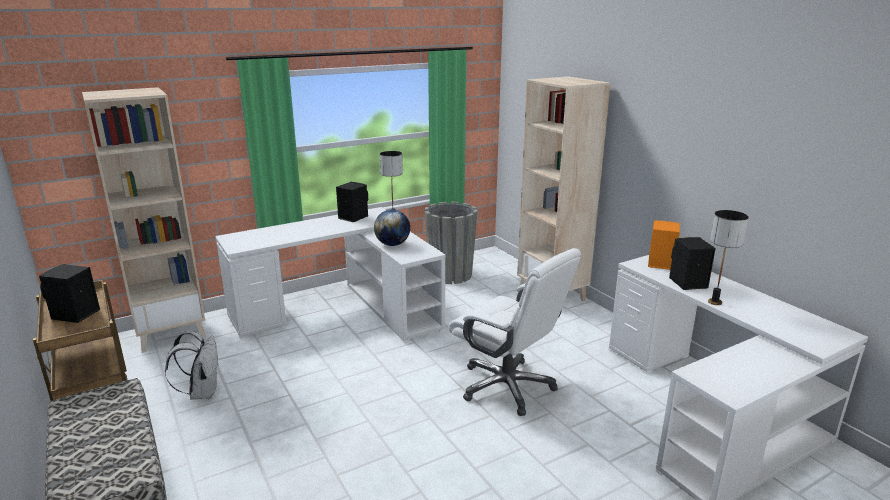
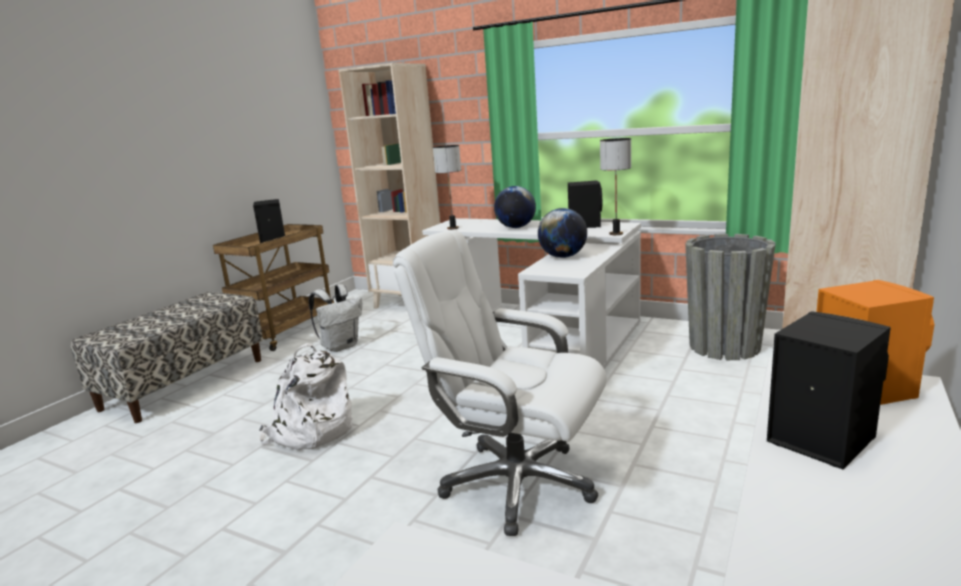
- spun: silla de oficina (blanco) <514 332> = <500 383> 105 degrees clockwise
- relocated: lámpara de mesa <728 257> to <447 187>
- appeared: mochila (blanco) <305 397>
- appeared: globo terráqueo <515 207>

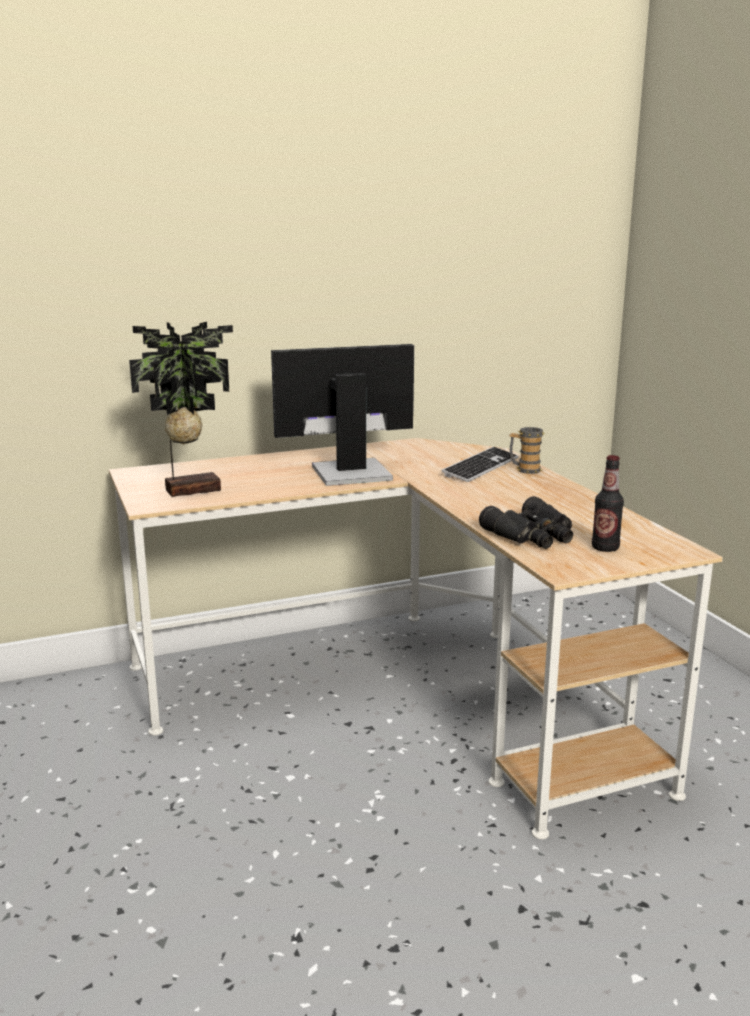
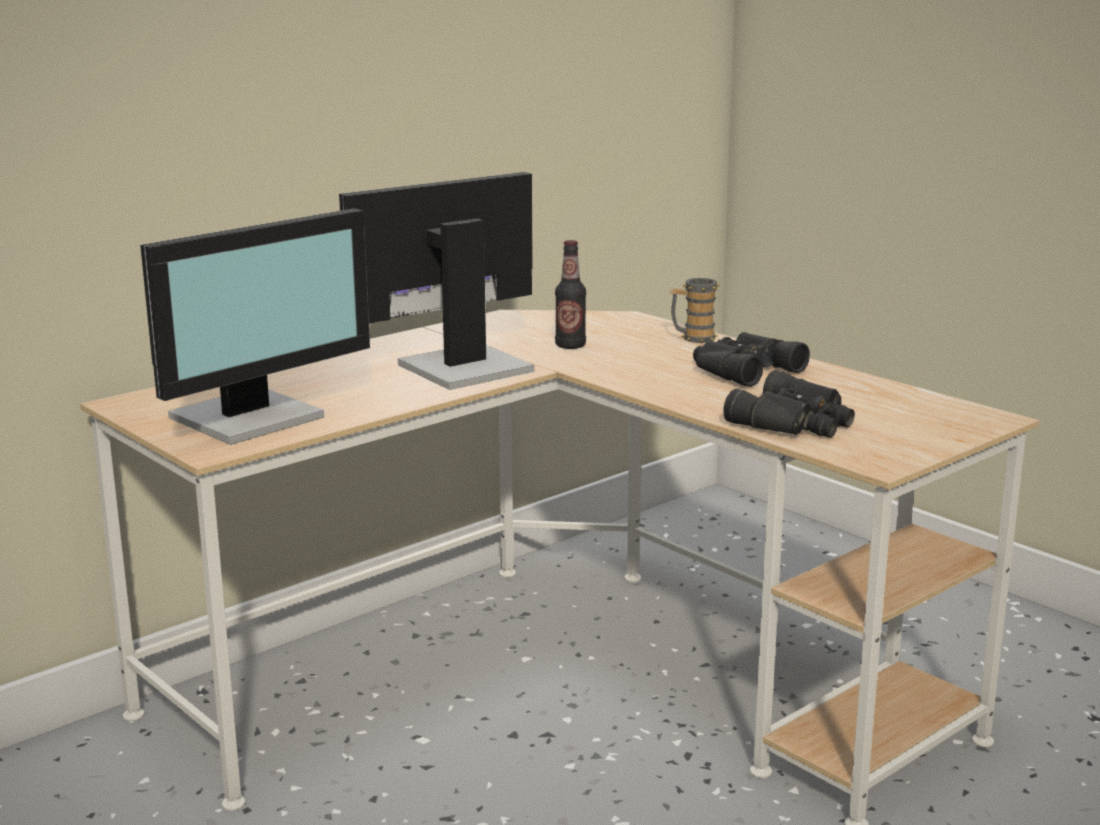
- exchanged: planta en maceta <181 409> to monitor <255 326>
- missing: teclado <480 464>
- relocated: botella <608 503> to <570 294>
- appeared: prismáticos (negro) <751 359>

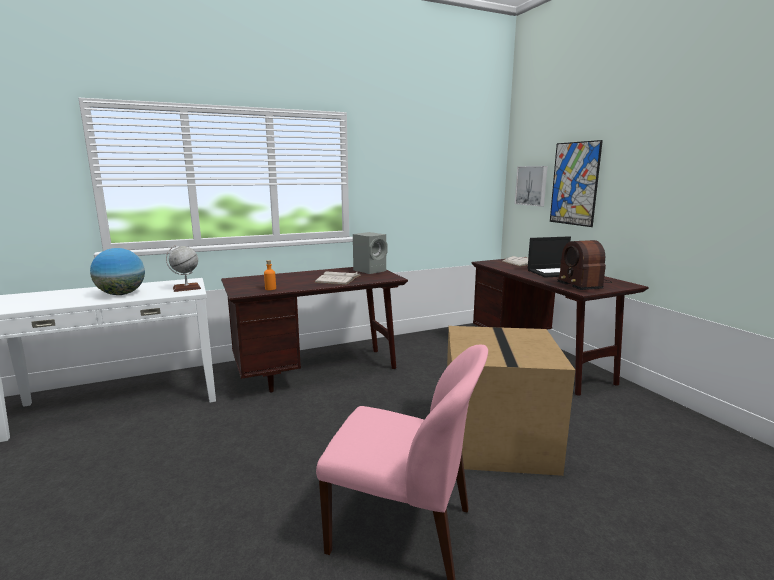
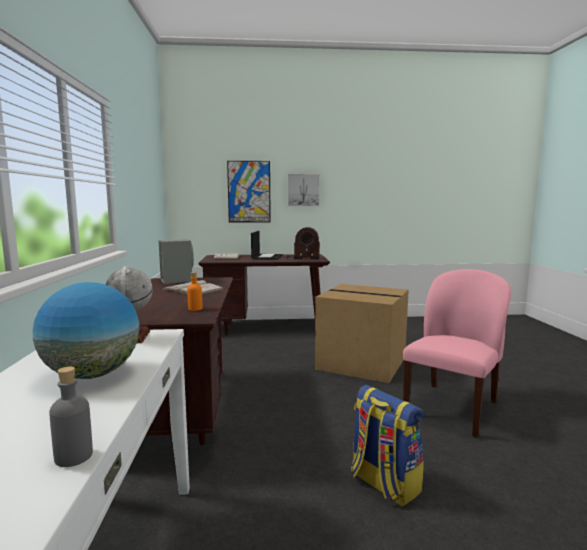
- relocated: cuadro <531 186> to <303 190>
- appeared: botella (gris) <71 417>
- appeared: mochila <387 445>

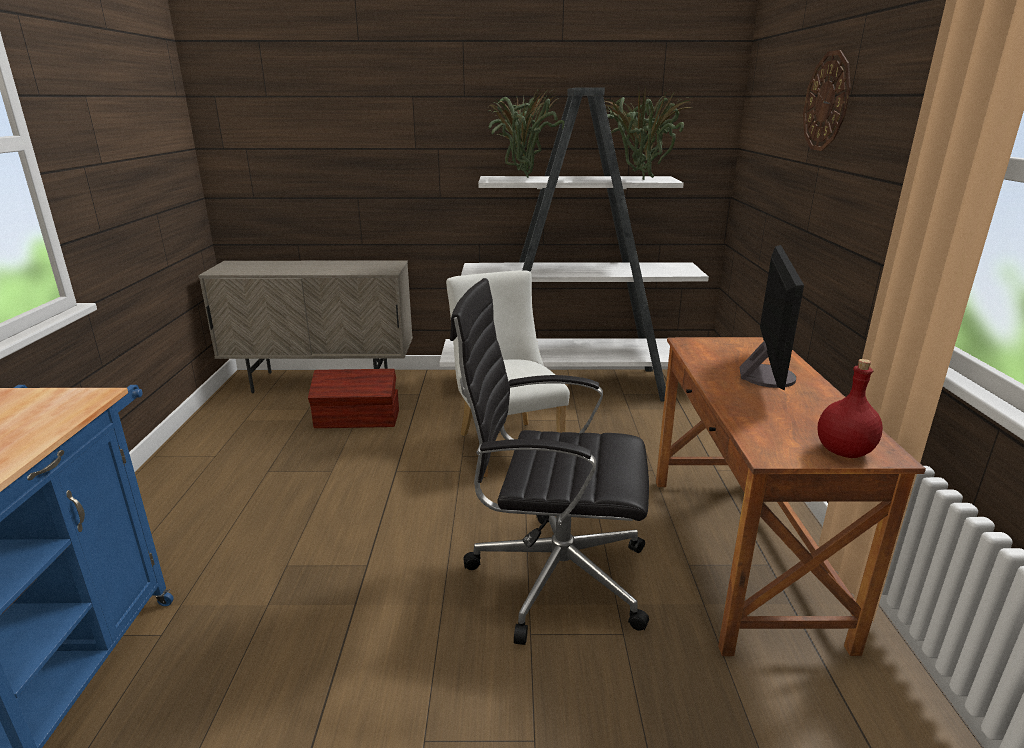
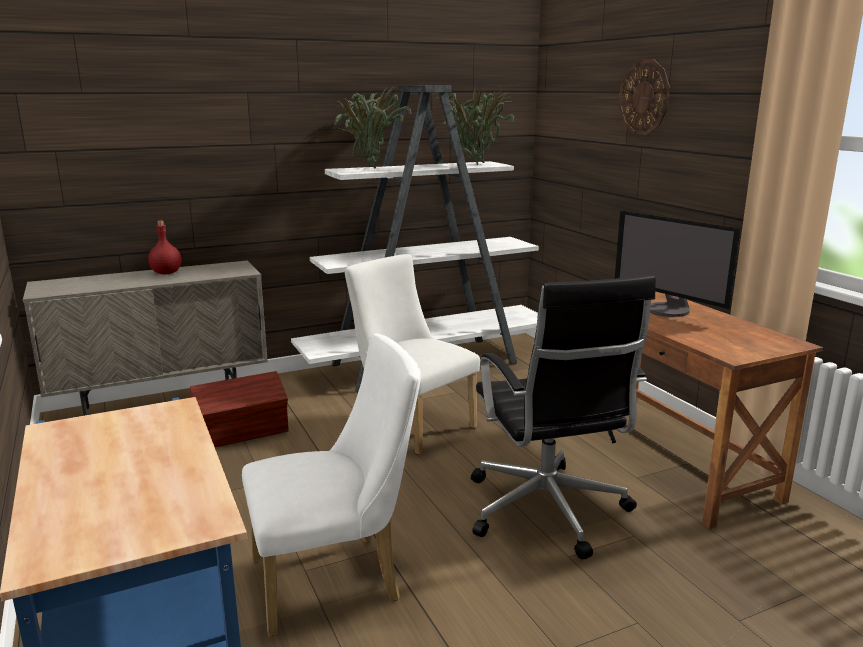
- spun: silla de oficina (negro) <549 461> = <563 417> 90 degrees counterclockwise
- spun: monitor <771 318> = <678 263> 150 degrees clockwise
- relocated: botella (rojo) <850 408> to <164 247>
- appeared: silla (blanco) <331 484>

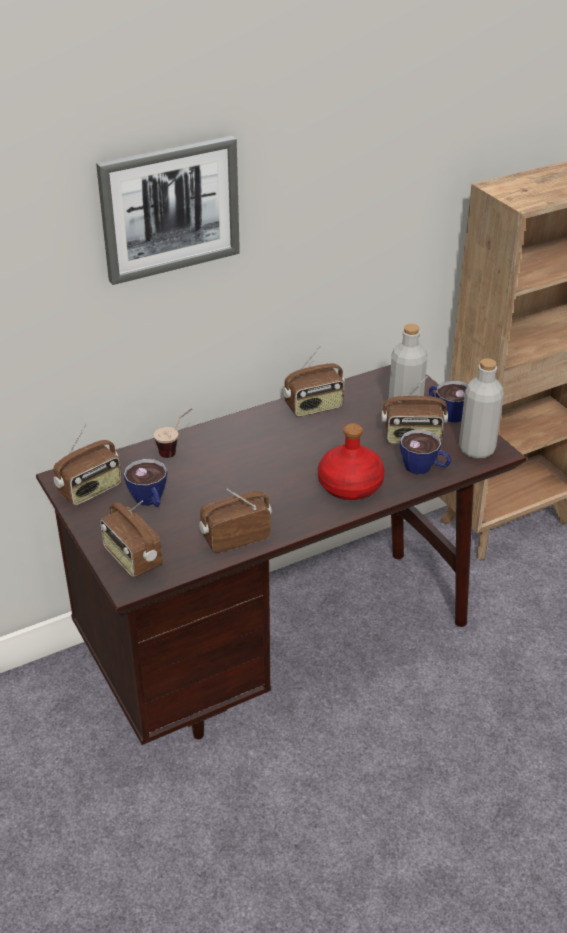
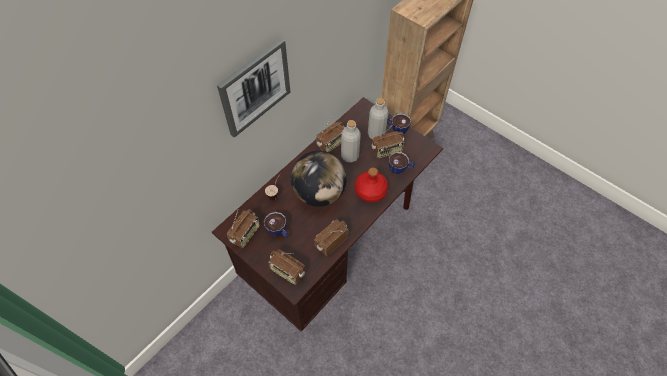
- relocated: botella (gris) <481 408> to <351 141>
- appeared: globo terráqueo <319 179>

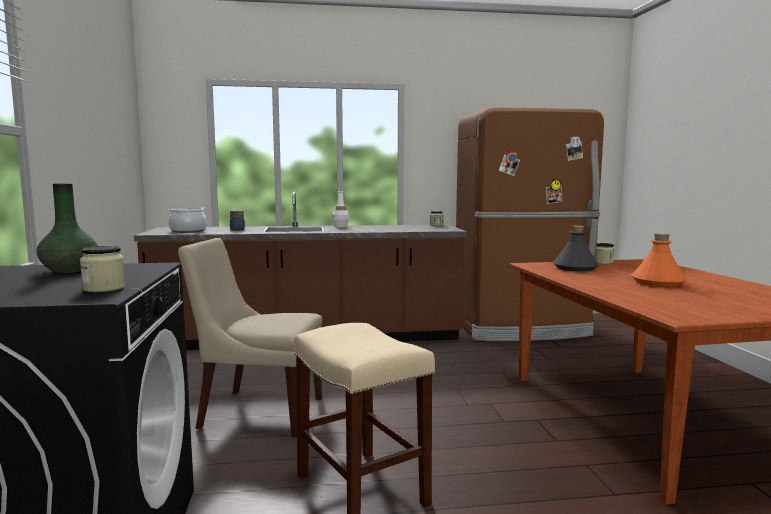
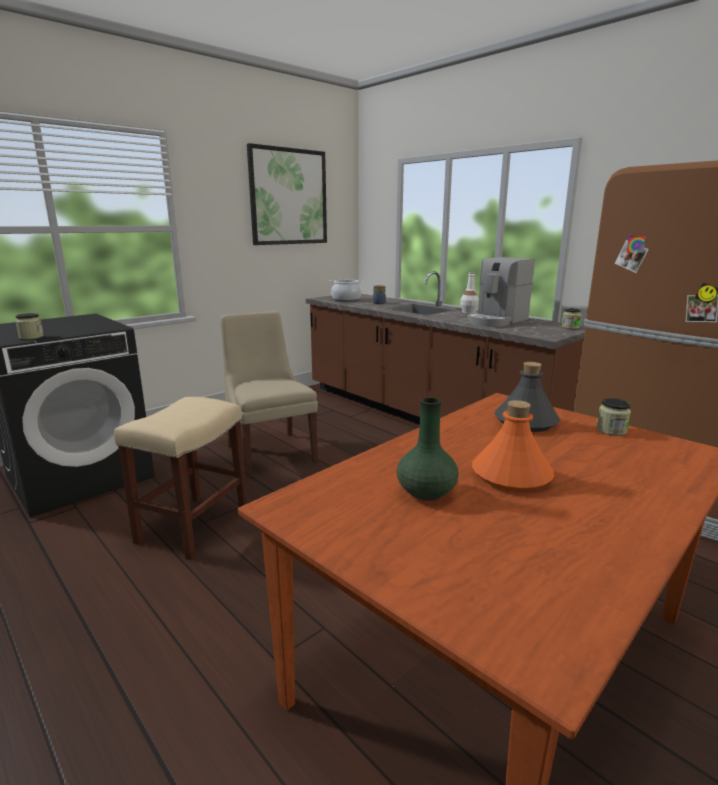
- relocated: florero (verde) <67 228> to <428 449>
- appeared: cuadro <287 194>
- appeared: cafetera <500 292>

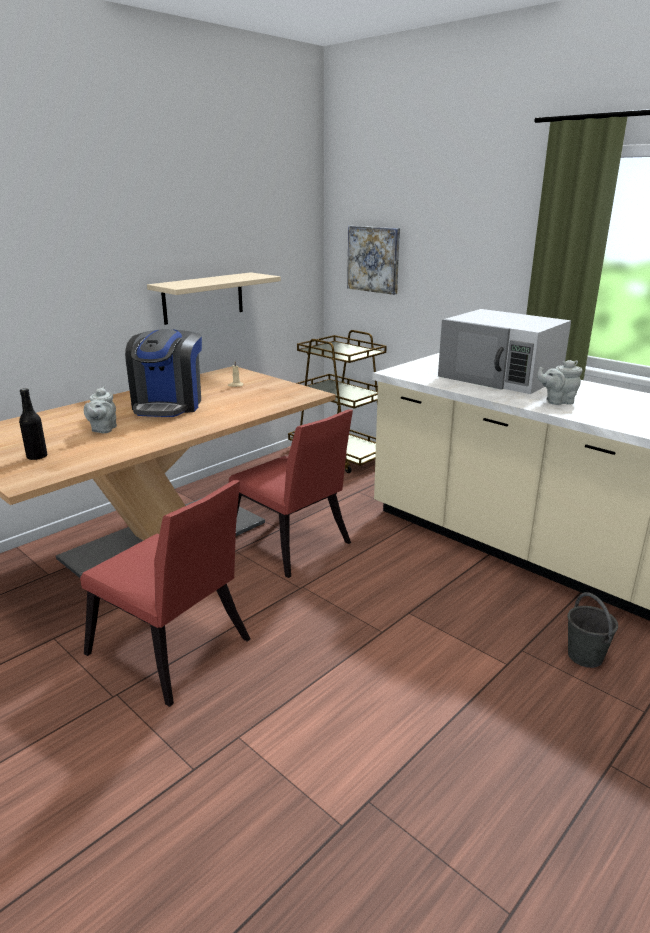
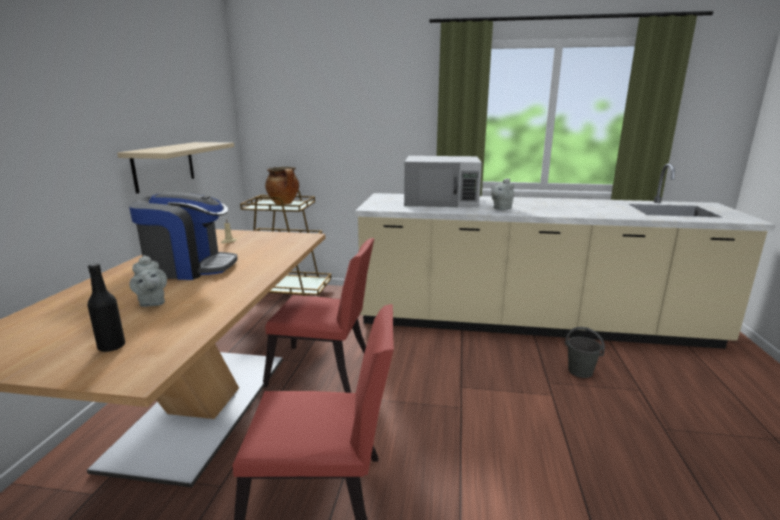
- spun: cafetera <163 373> = <183 236> 60 degrees counterclockwise
- missing: cuadro <373 260>
- appeared: olla <282 186>

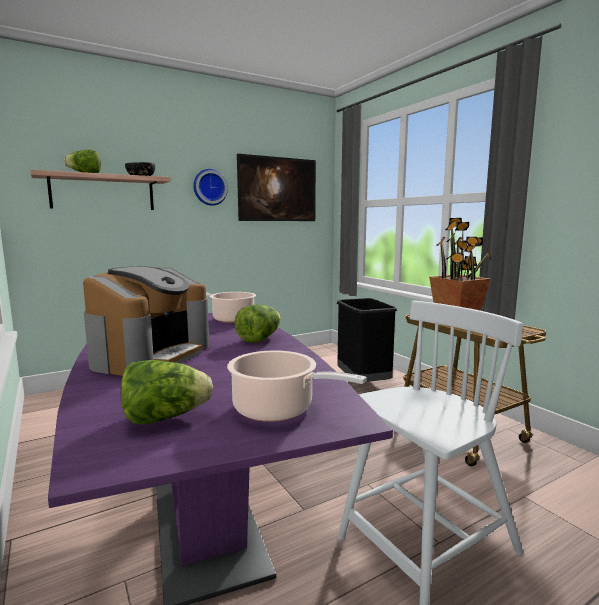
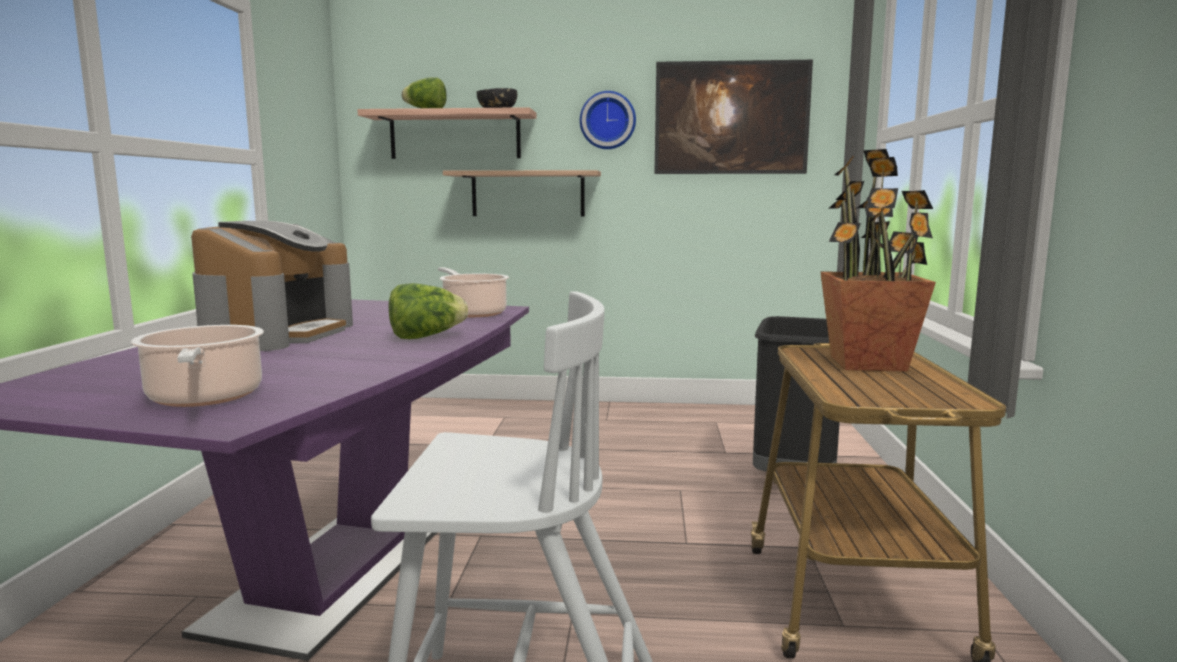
- spun: cafetera <146 321> = <272 286> 45 degrees counterclockwise
- missing: lechuga <167 392>
- appeared: estante <522 193>

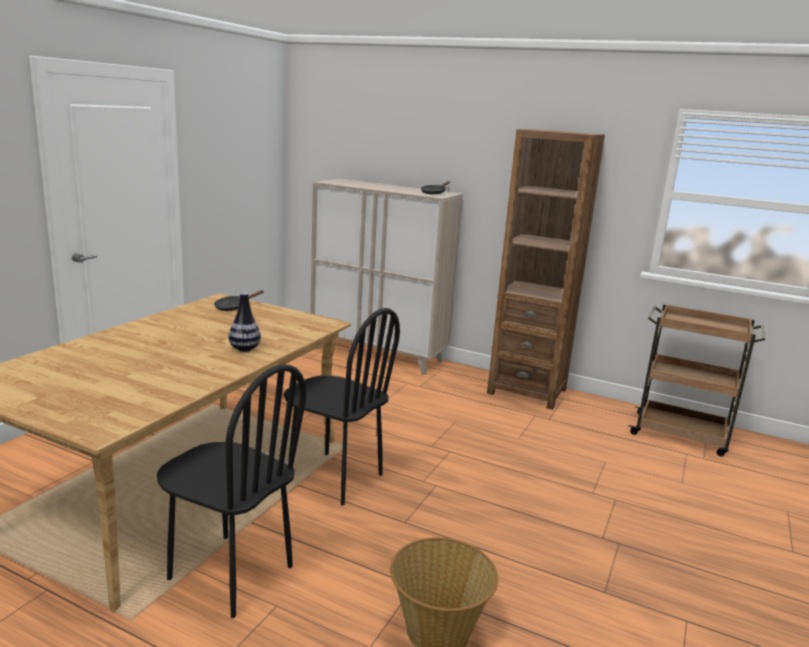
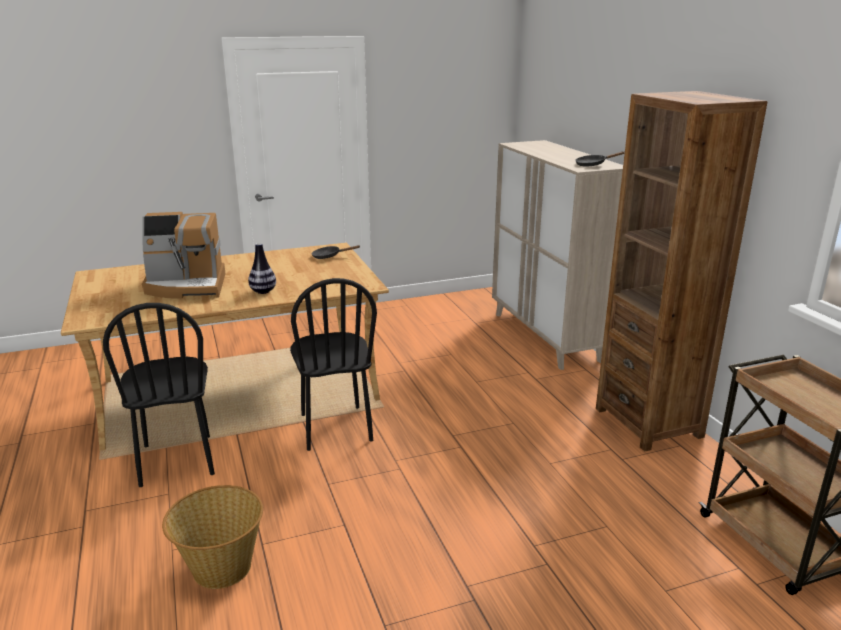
- appeared: cafetera <183 255>

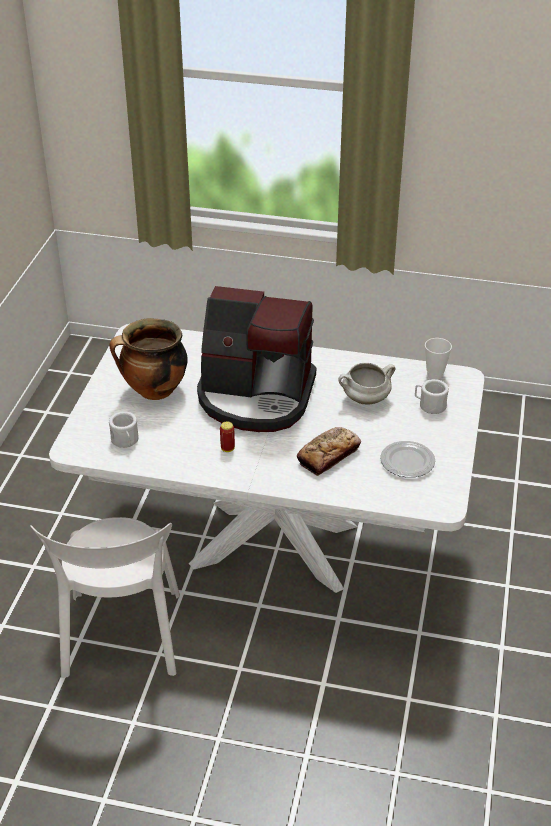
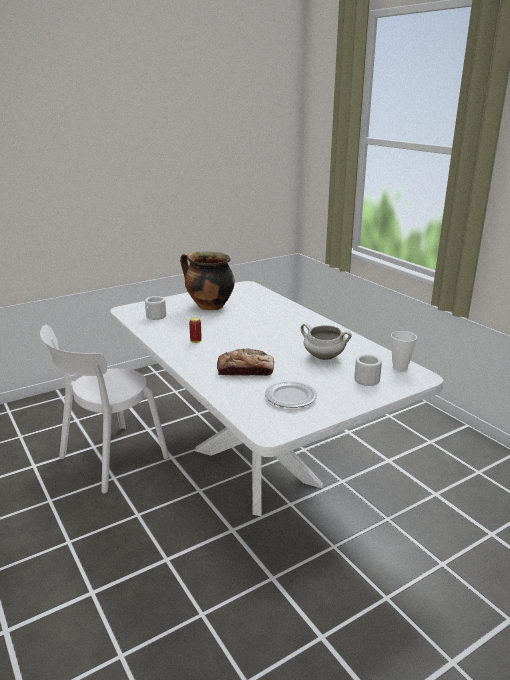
- missing: cafetera <256 359>

